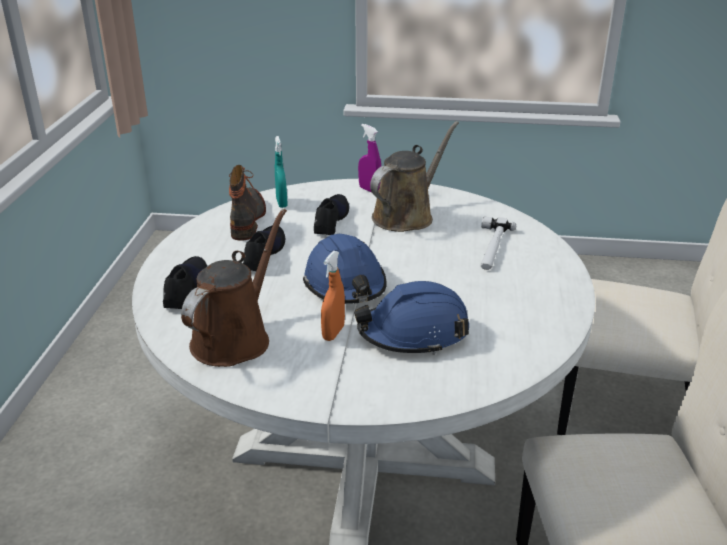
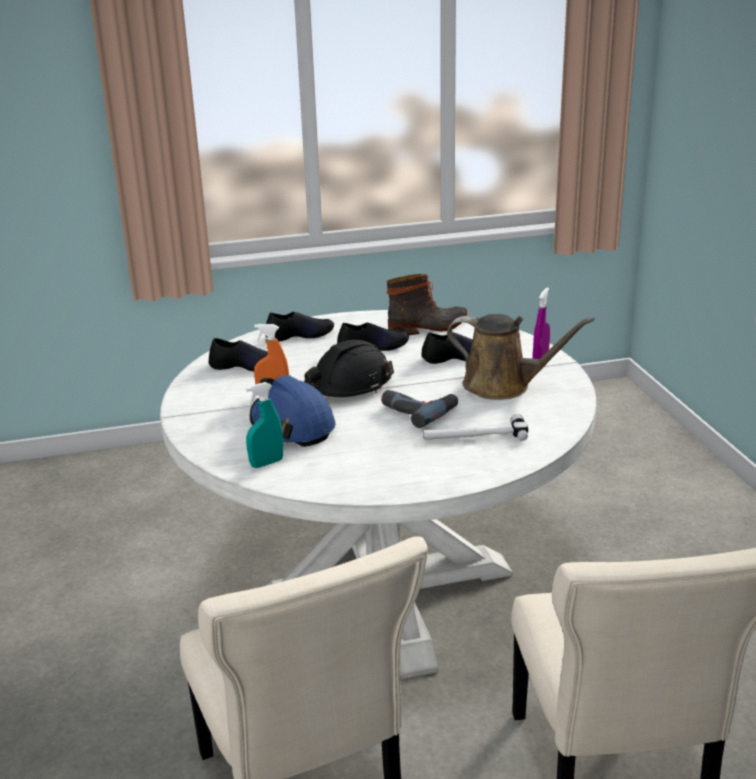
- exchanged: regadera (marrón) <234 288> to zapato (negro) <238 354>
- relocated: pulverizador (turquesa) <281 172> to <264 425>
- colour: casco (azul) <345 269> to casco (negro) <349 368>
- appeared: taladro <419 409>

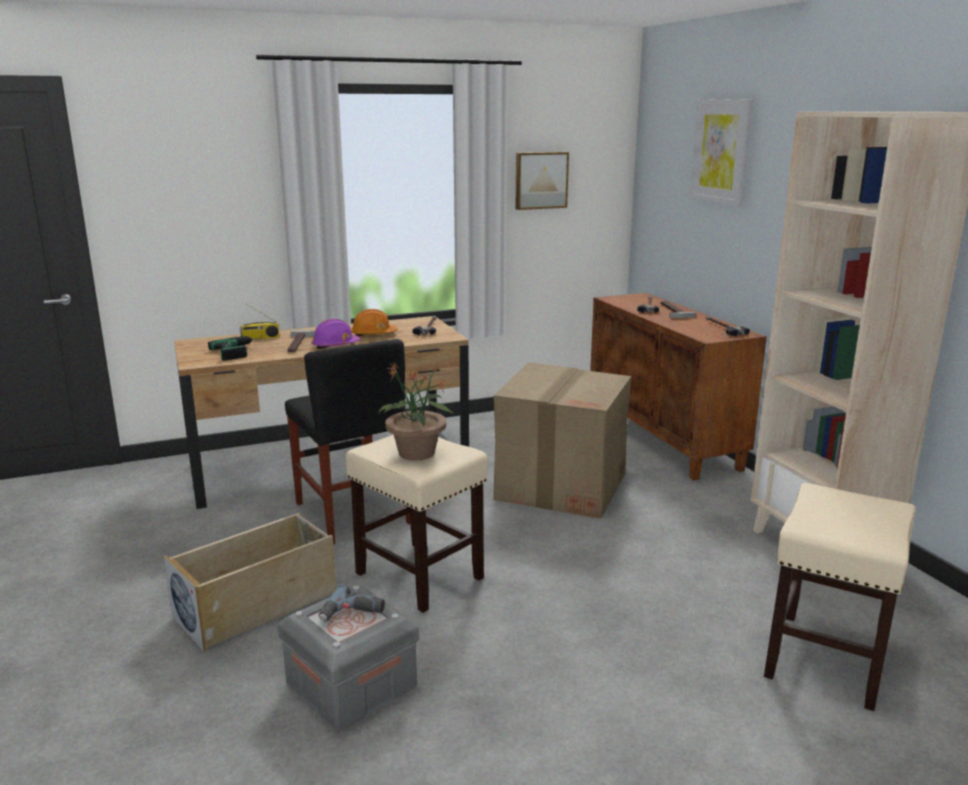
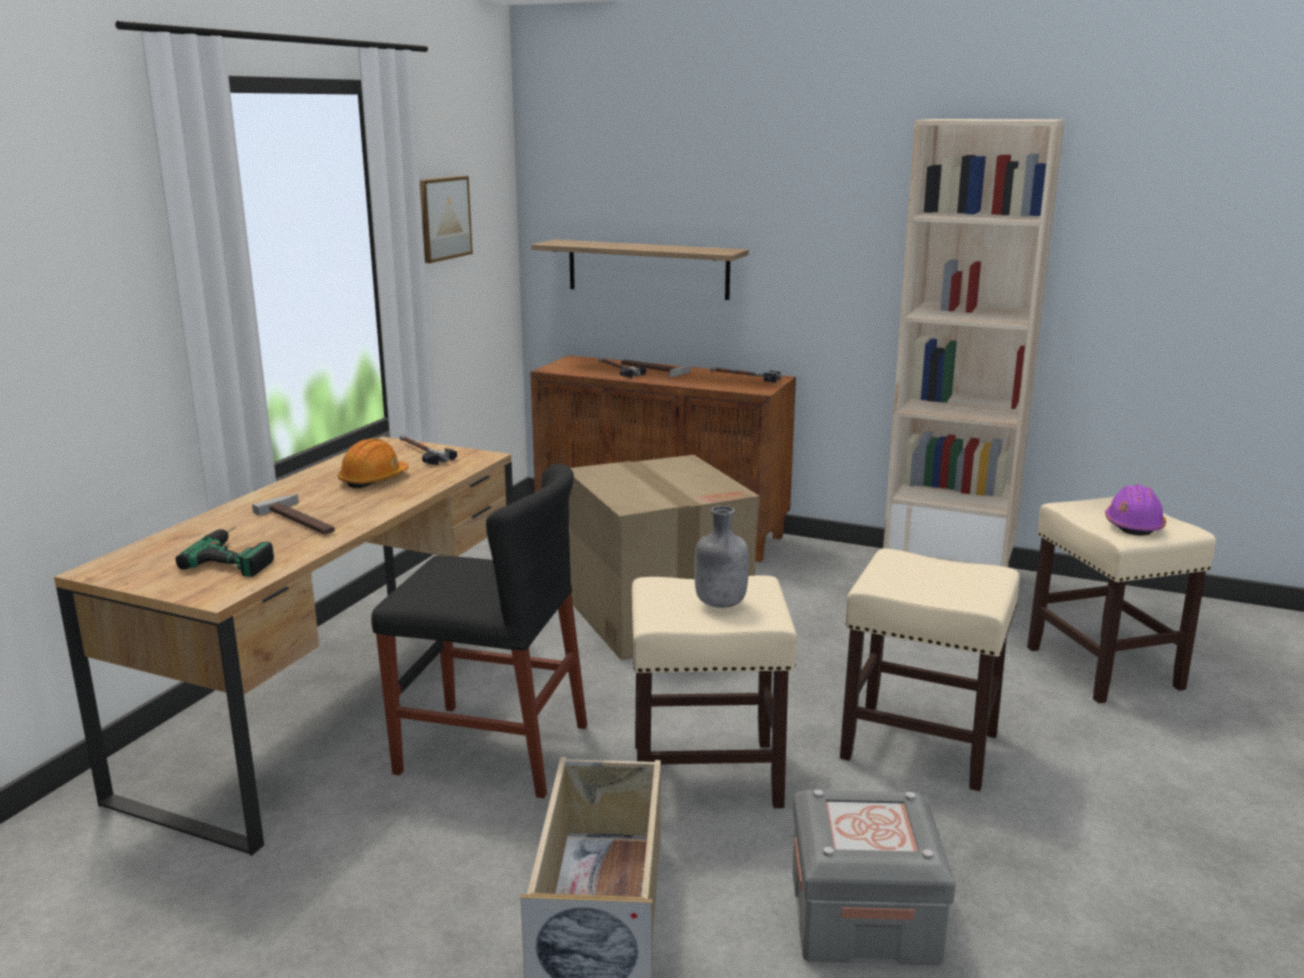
- missing: radio <260 321>
- relocated: casco (morado) <335 334> to <1135 510>
- missing: taladro <352 603>
- exchanged: planta en maceta <416 412> to botella (gris) <721 557>
- missing: cuadro <721 152>
- appeared: estante <640 270>
- appeared: taburete (beis) <930 670>

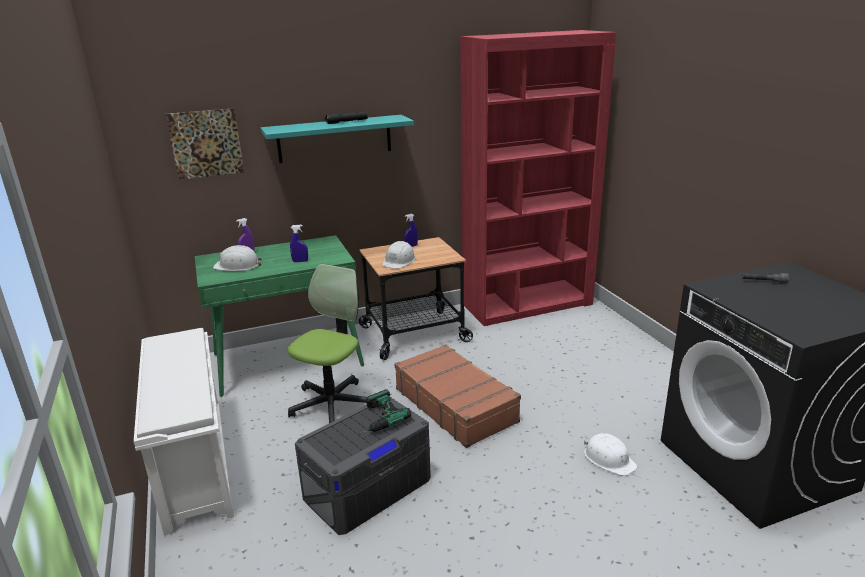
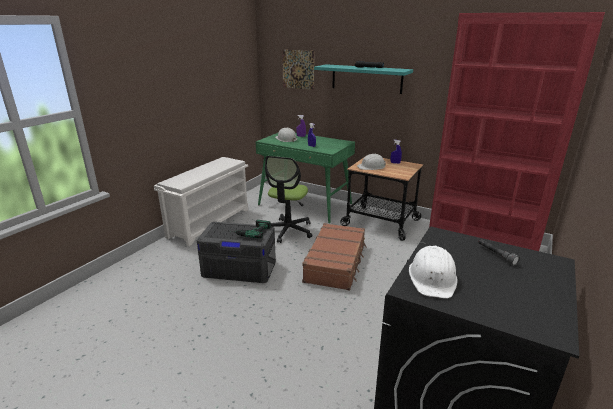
- spun: silla de oficina <327 343> = <289 199> 120 degrees clockwise
- relocated: casco (blanco) <610 454> to <433 272>

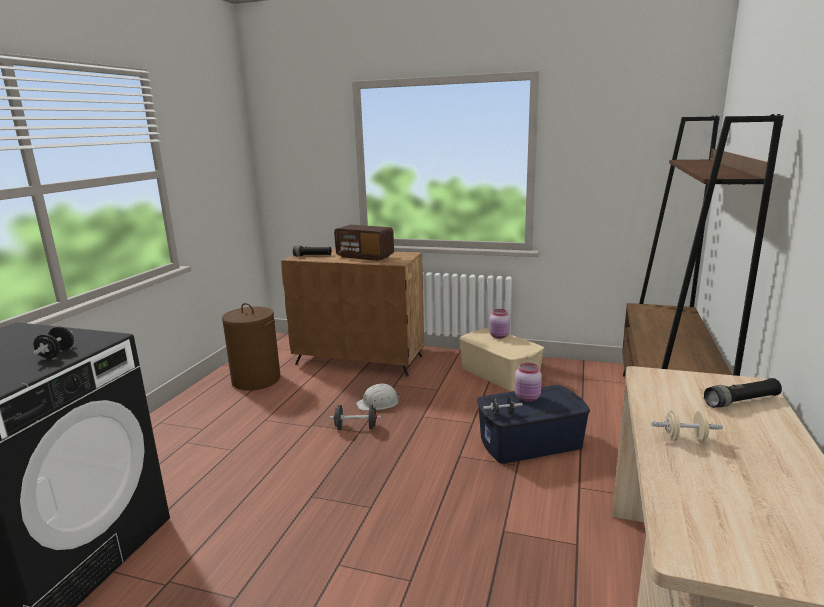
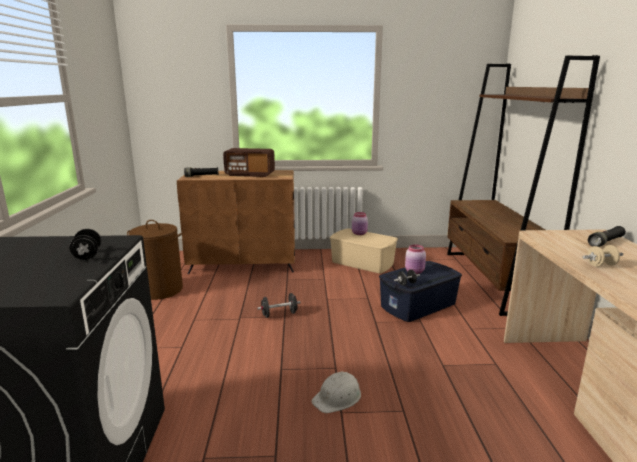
- relocated: casco (blanco) <378 396> to <336 392>

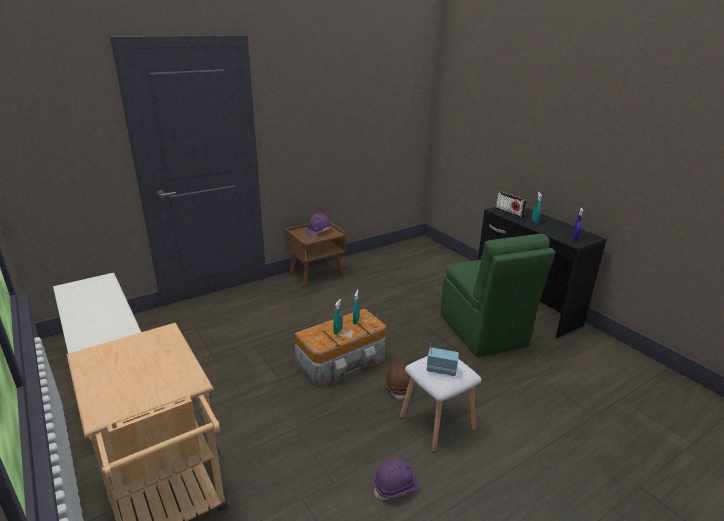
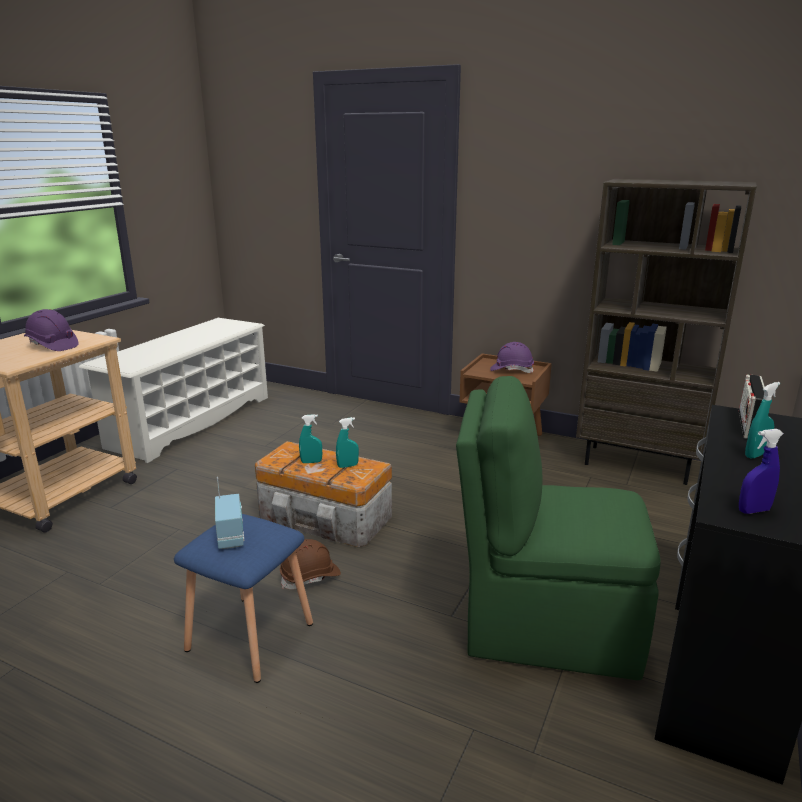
- relocated: casco (morado) <396 479> to <51 330>
- colour: taburete (blanco) <441 404> to taburete (azul) <243 598>
- spun: silla (verde) <498 295> = <558 528> 60 degrees clockwise
- appeared: estantería (marrón) <666 332>

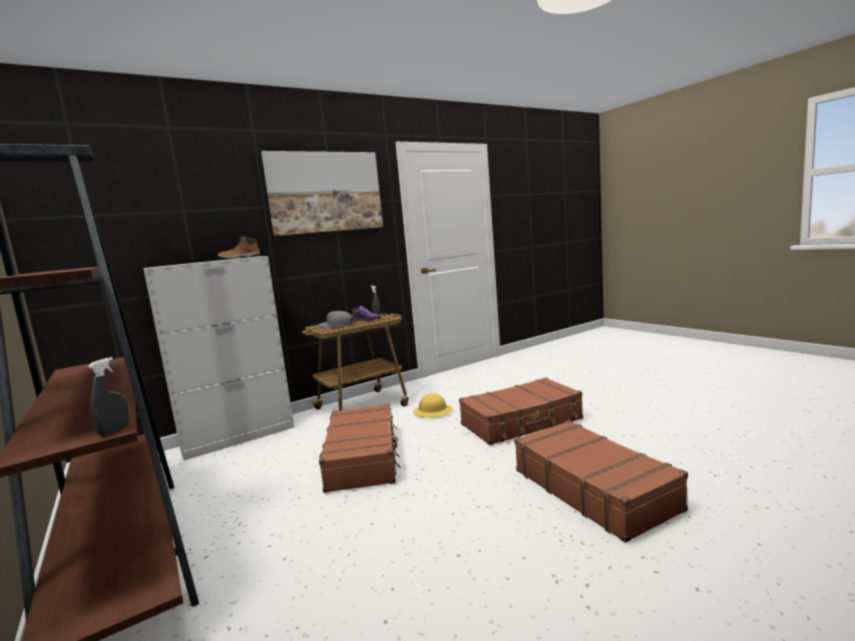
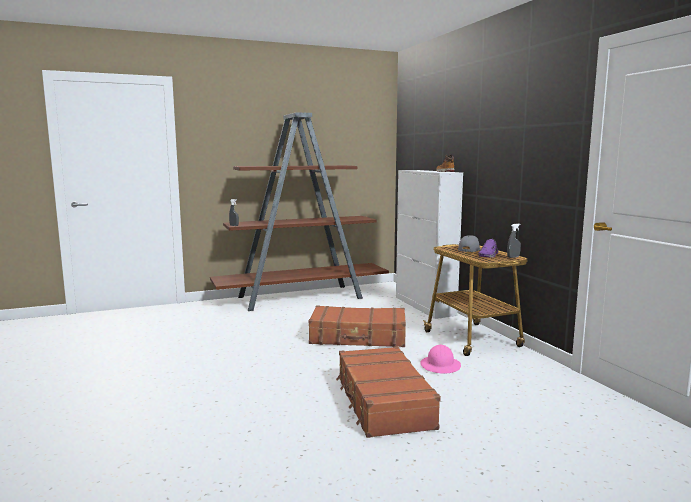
- missing: cuadro <322 193>
- colour: casco (amarillo) <433 405> to casco (rosa) <440 358>
- missing: maleta (marrón) <601 481>

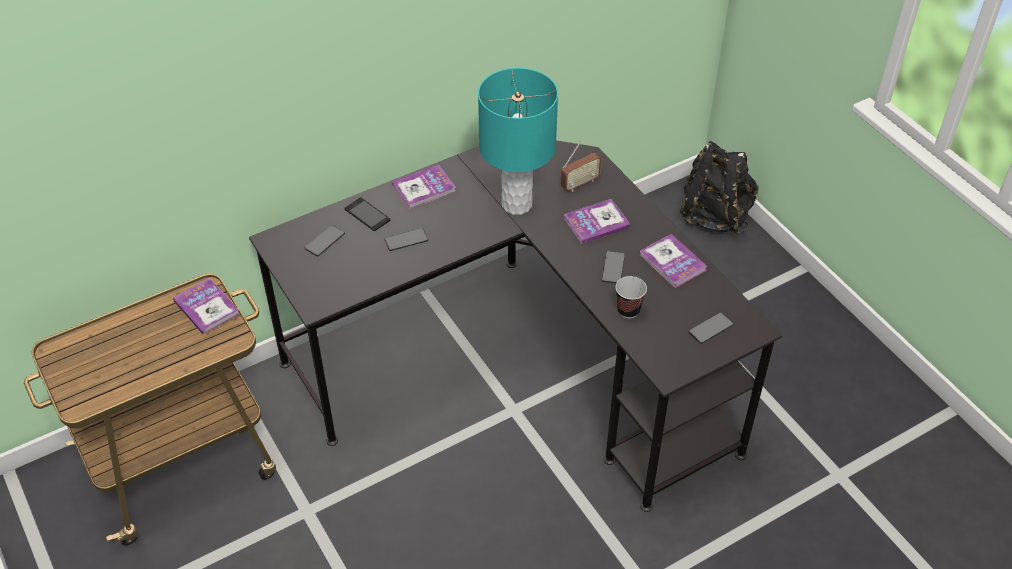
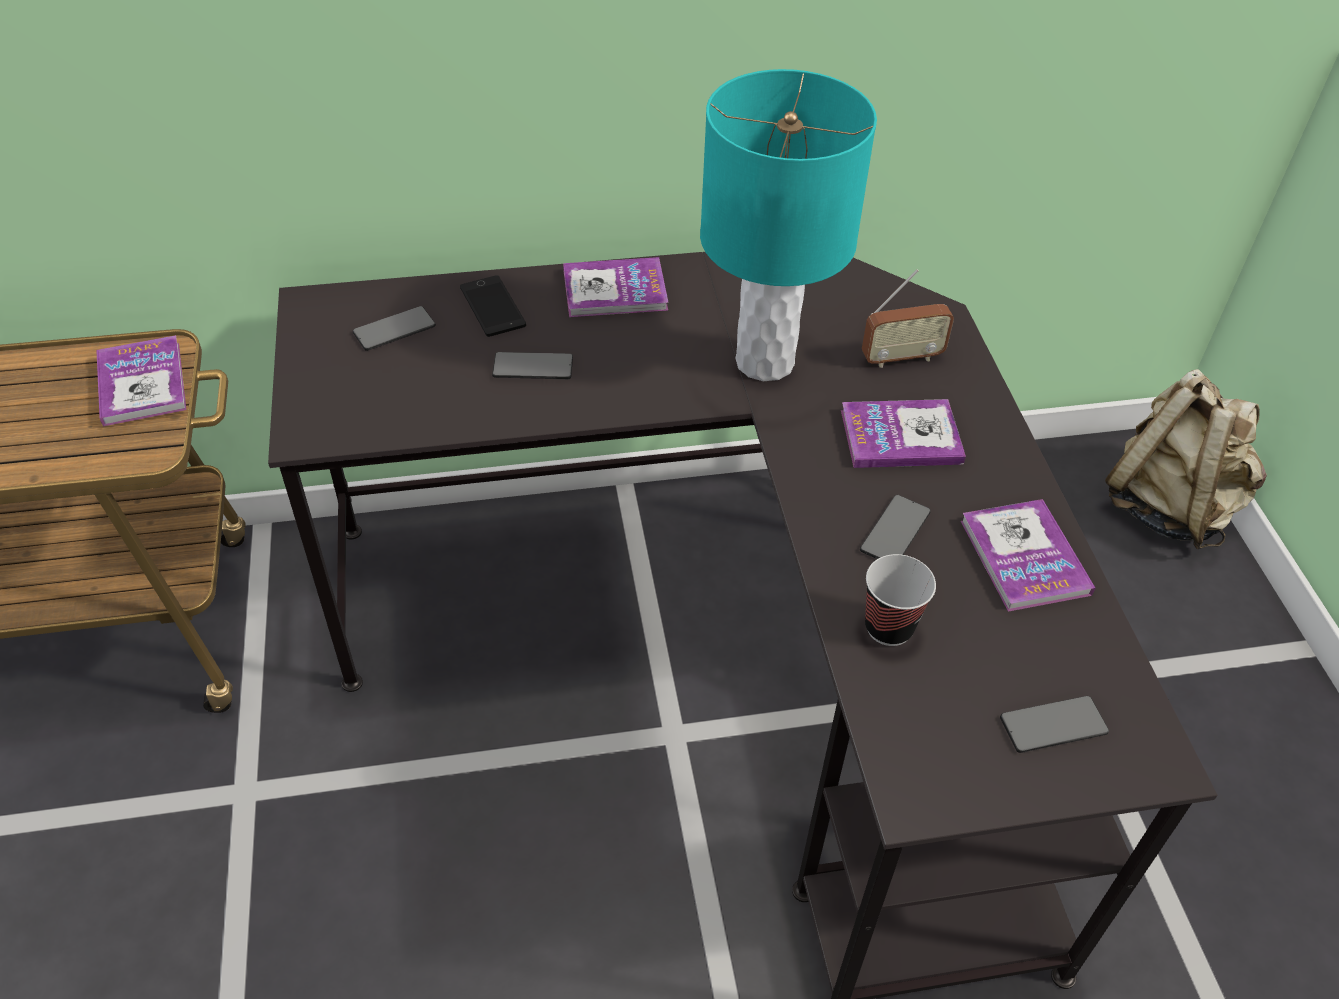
- colour: mochila (negro) <719 188> to mochila (beis) <1186 459>

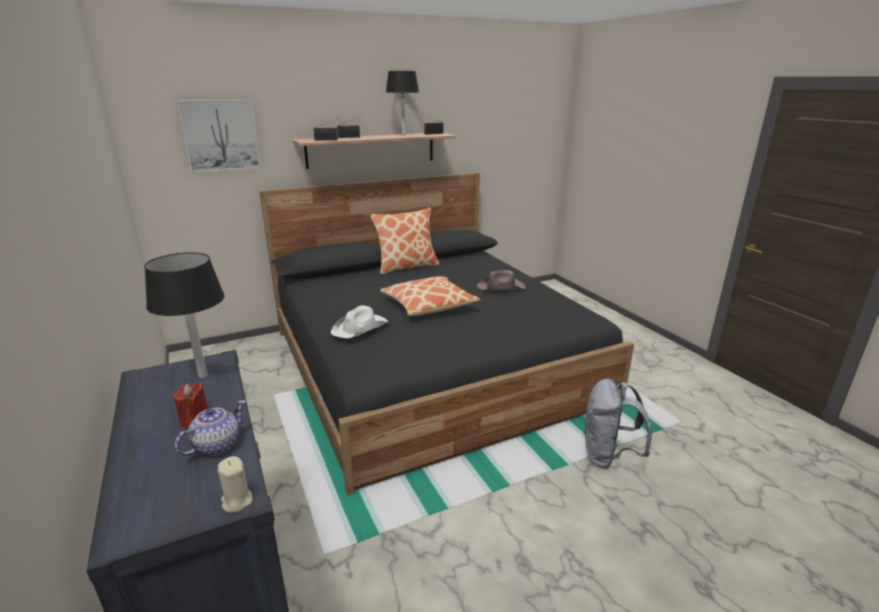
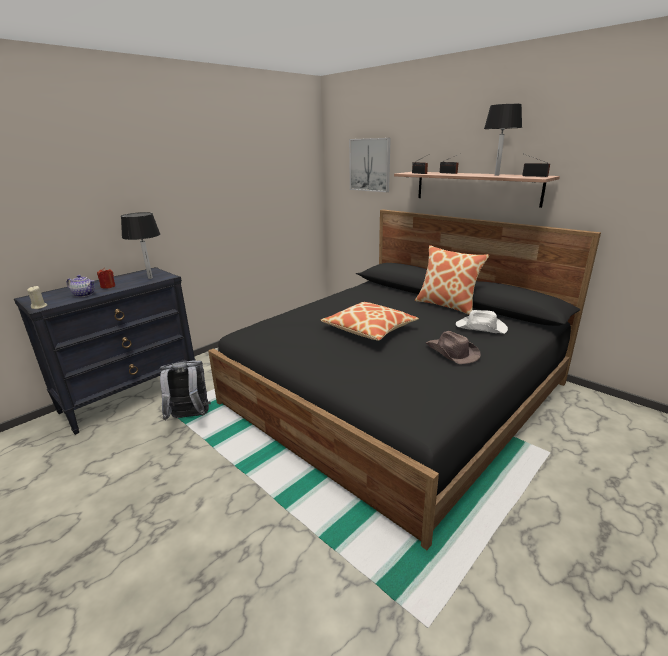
- relocated: sombrero (blanco) <359 321> to <482 322>
- relocated: mochila (gris) <617 424> to <185 390>

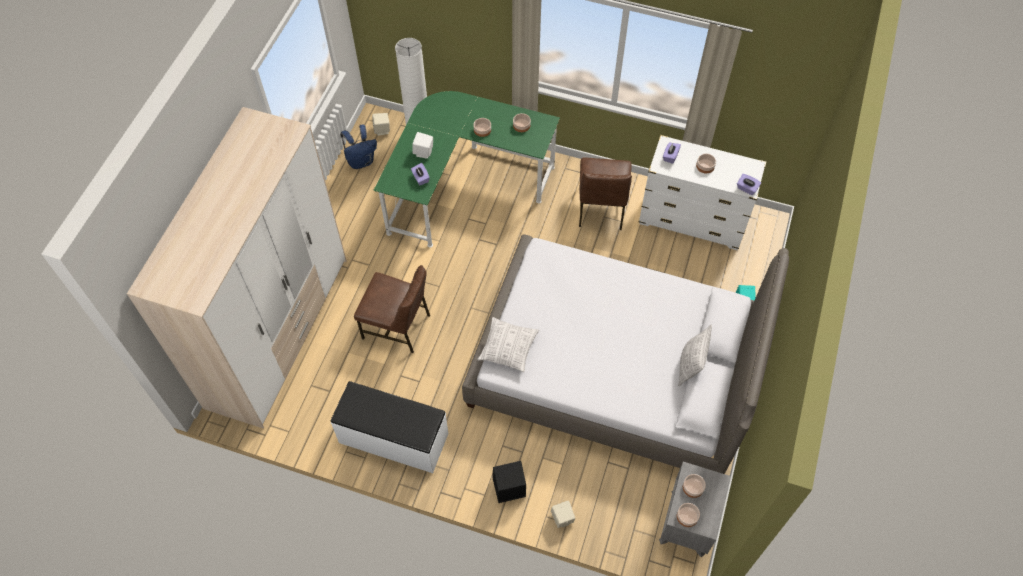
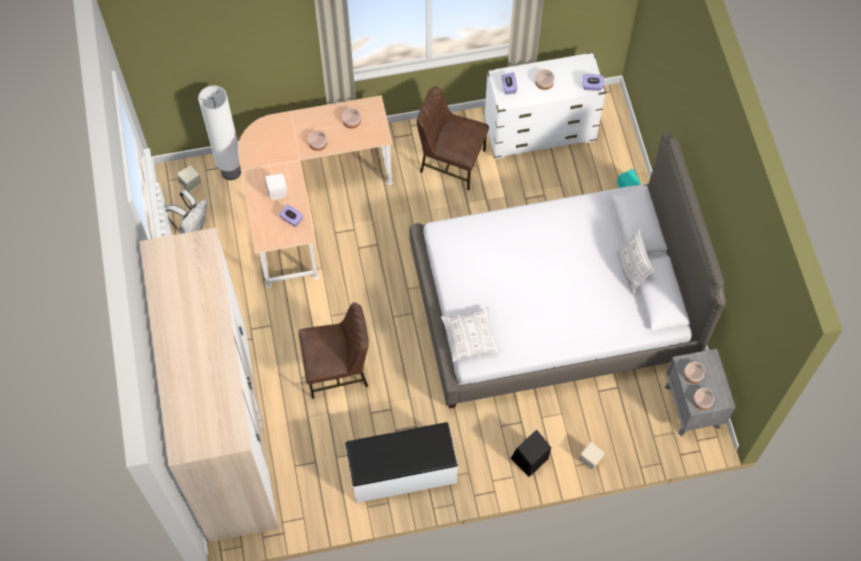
- colour: mochila (azul) <358 146> to mochila (blanco) <186 212>
- colour: escritorio (verde) <467 169> to escritorio (beis) <315 191>
- spun: silla (marrón) <605 193> = <453 138> 135 degrees clockwise

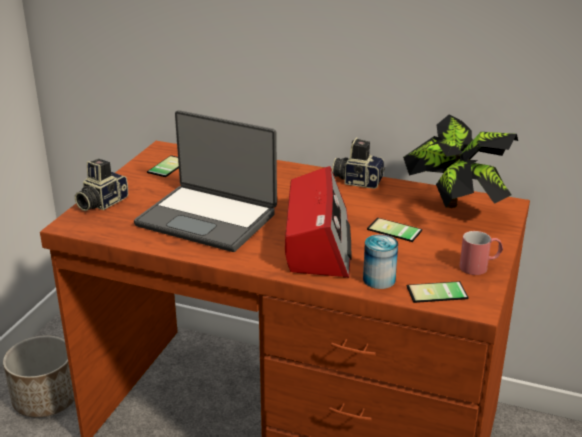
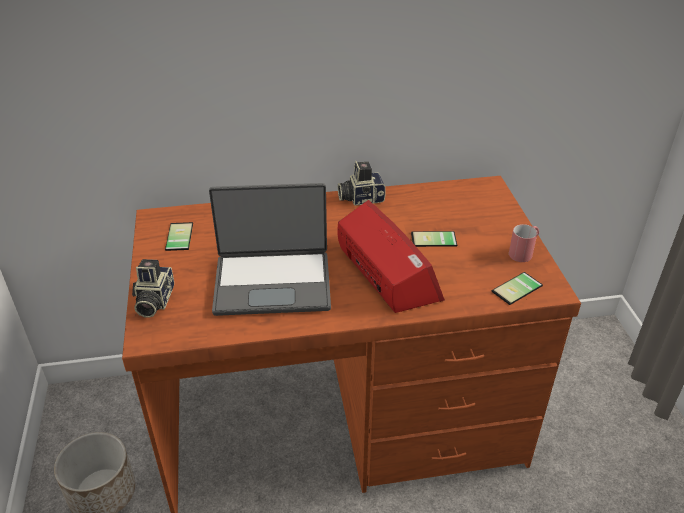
- missing: lata <380 261>
- missing: planta en maceta <460 161>

